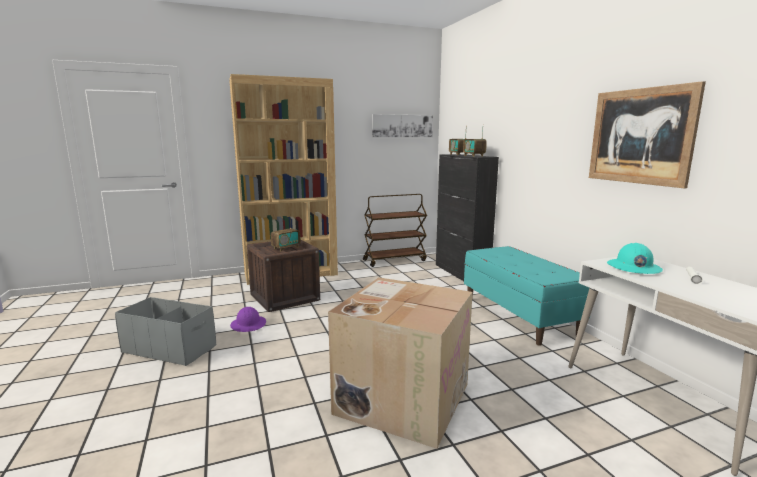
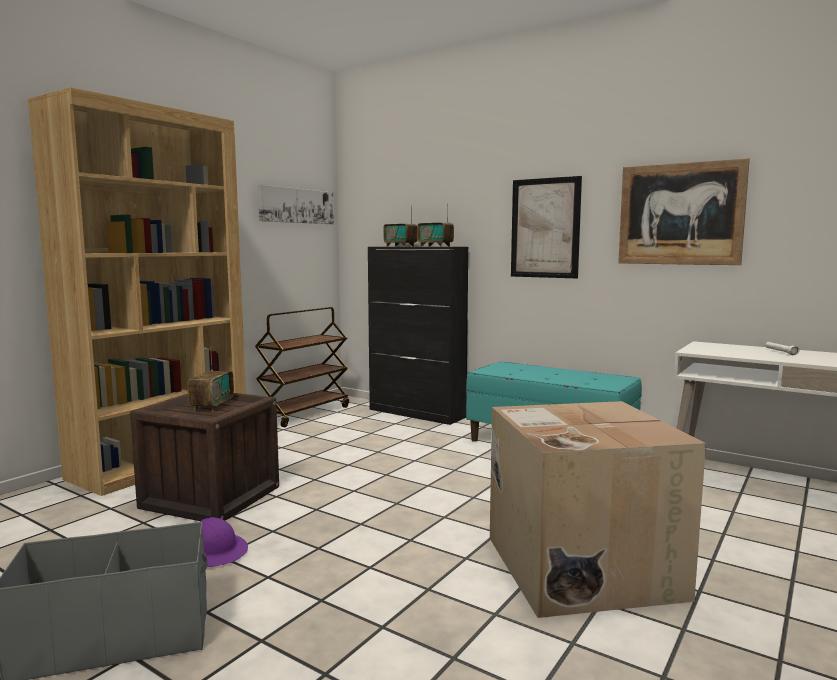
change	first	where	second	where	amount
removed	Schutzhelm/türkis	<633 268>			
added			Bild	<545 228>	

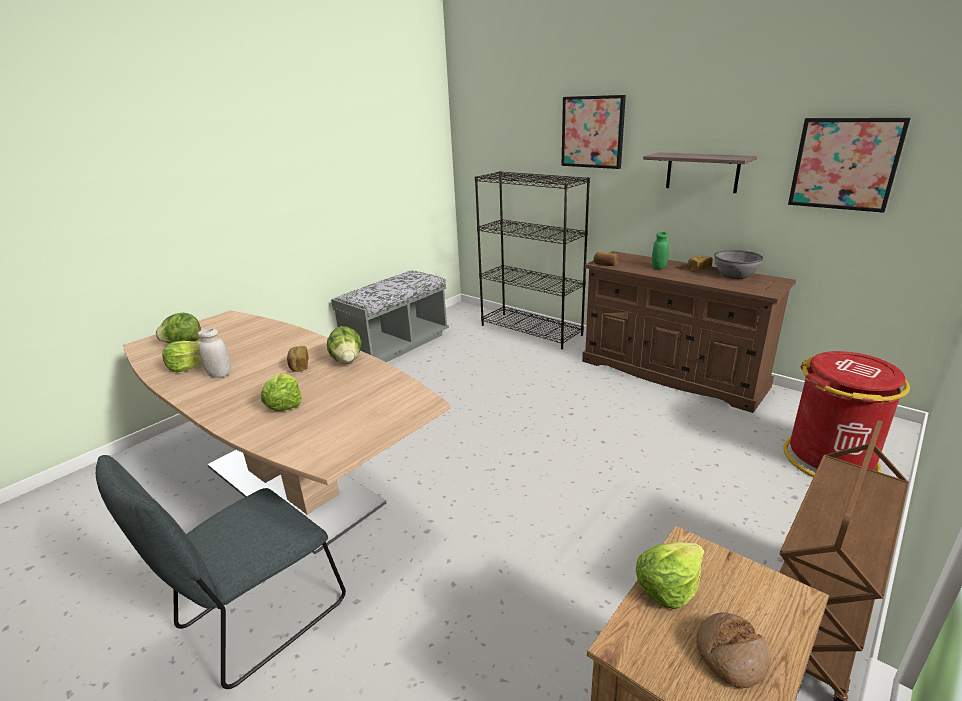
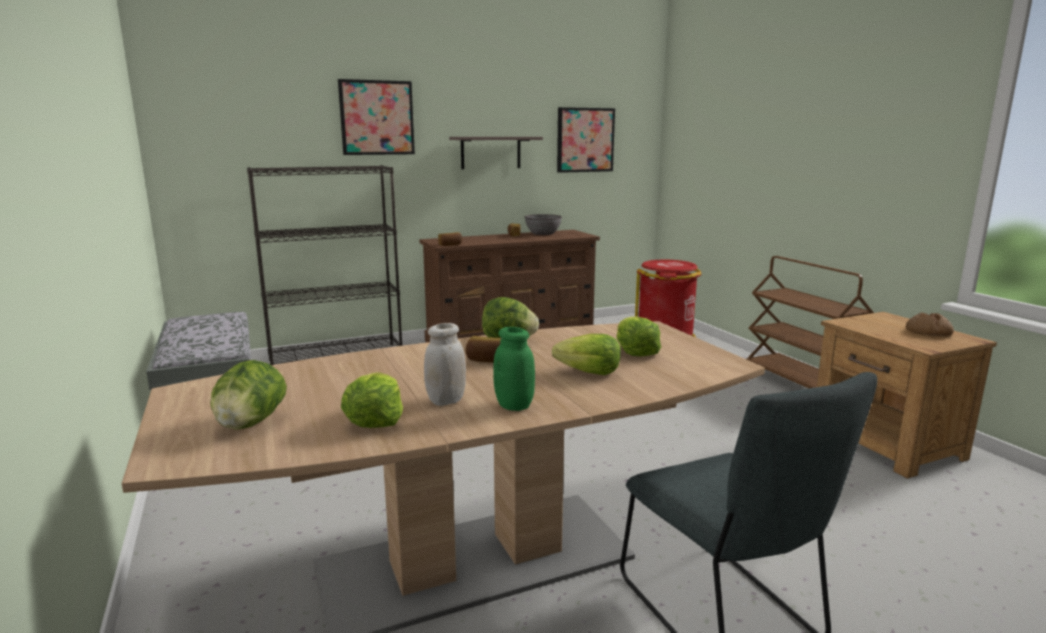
change	first	where	second	where	amount
moved	Salatkopf	<668 586>		<635 352>	
moved	Vorratsglas/grün	<659 267>		<514 405>	

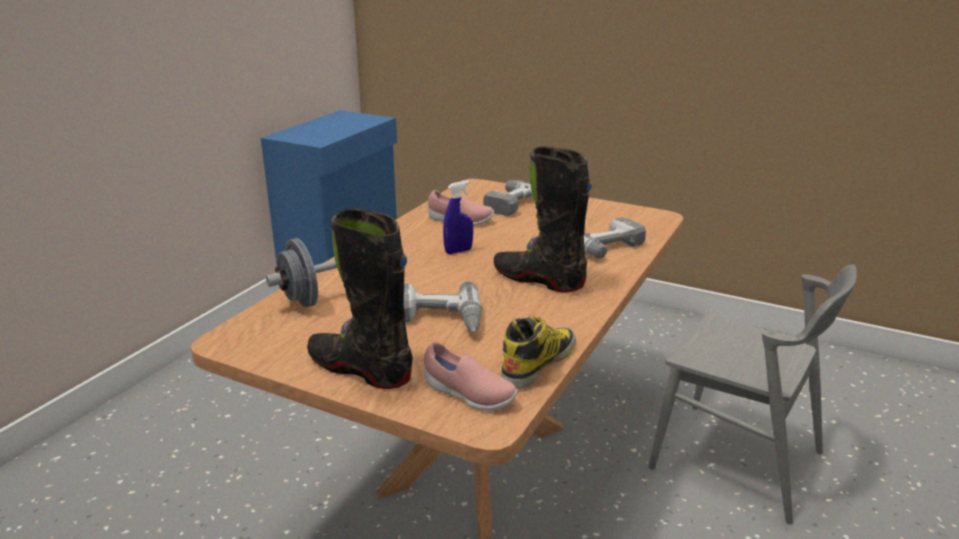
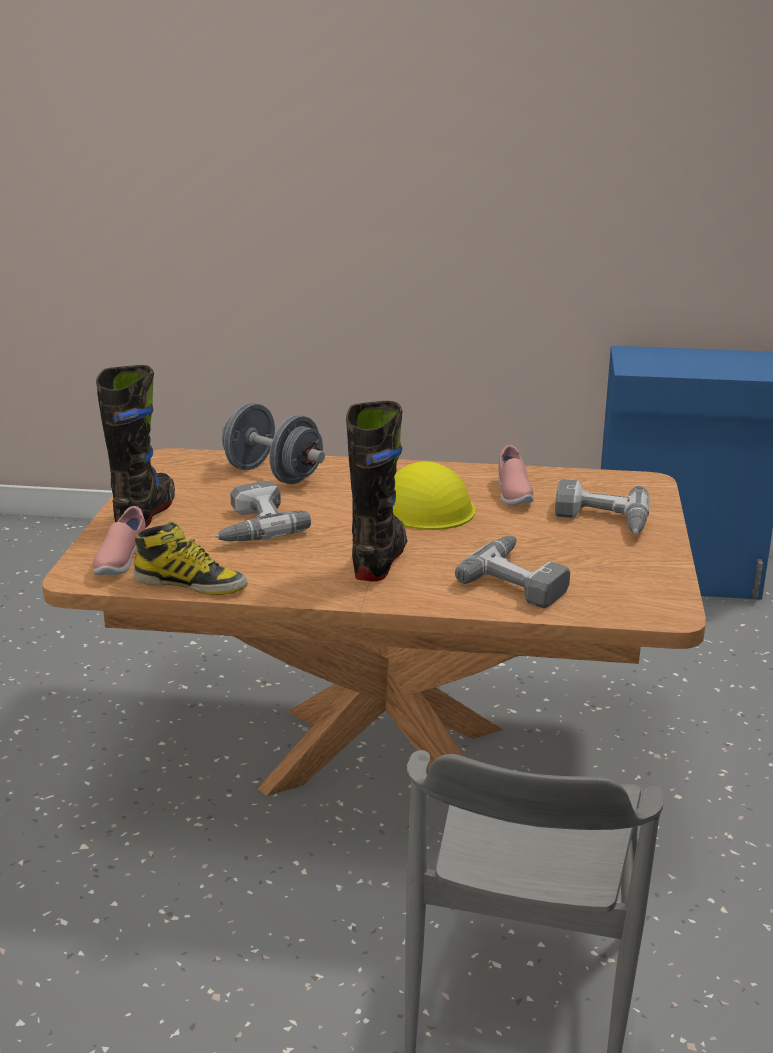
change	first	where	second	where	amount
replaced	Sprühflasche/blau	<458 251>	Schutzhelm/gelb	<422 507>	

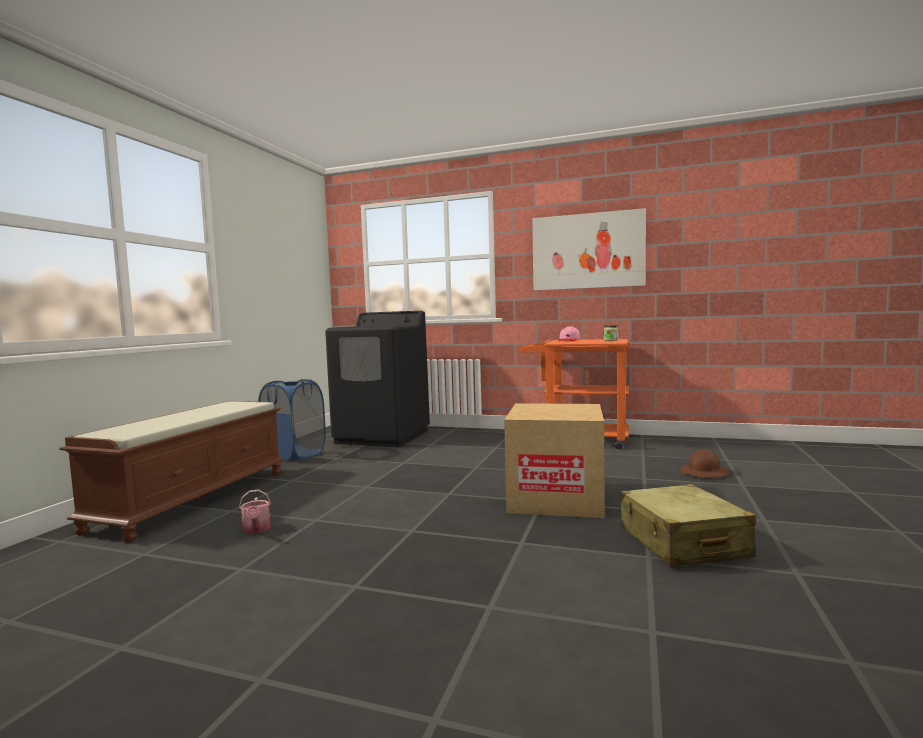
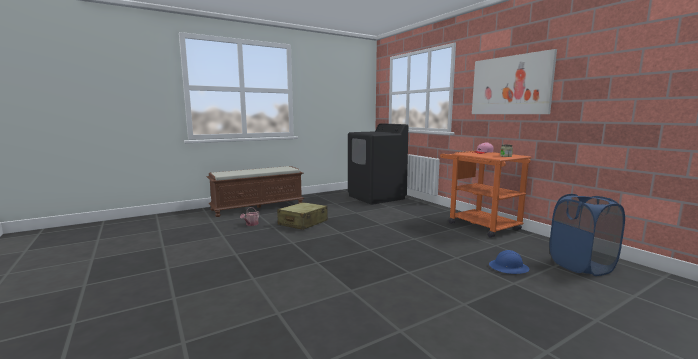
change	first	where	second	where	amount
removed	Karton	<556 498>			
moved	Wäschekorb/blau	<295 455>		<581 266>	
moved	Koffer/beige	<682 543>		<303 223>	
recoloured	Schutzhelm/braun	<704 472>	Schutzhelm/blau	<508 268>	

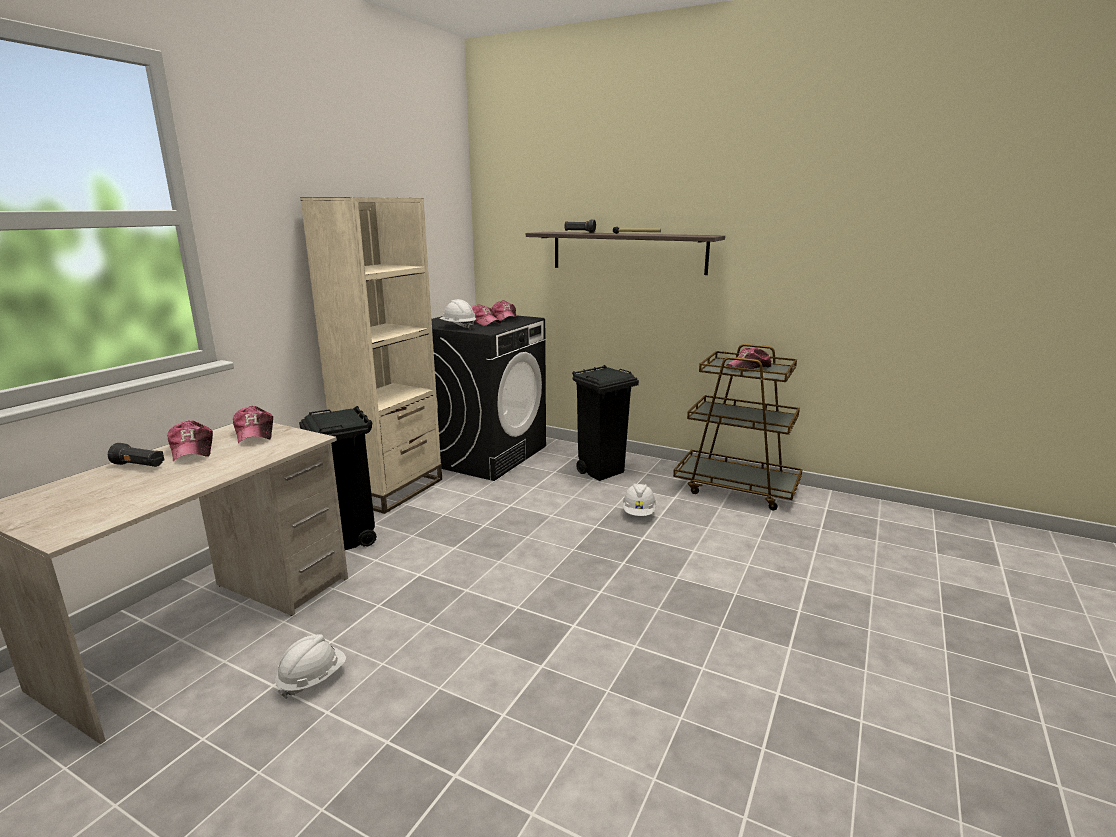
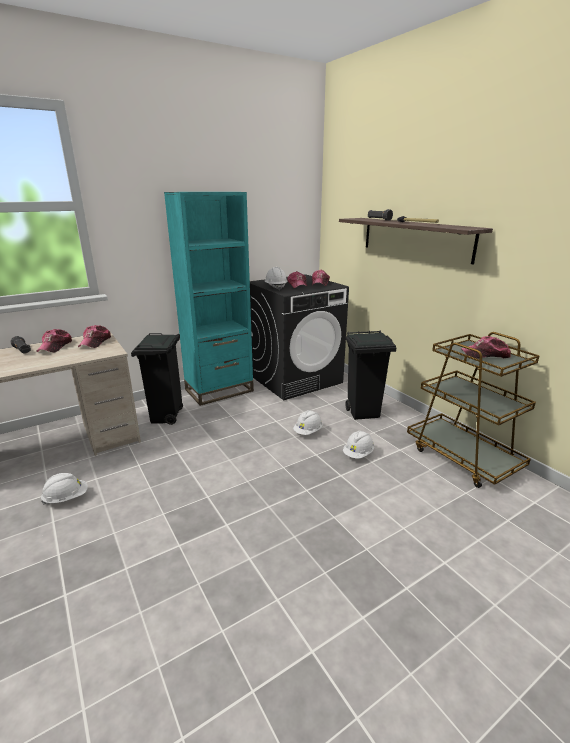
change	first	where	second	where	amount
added			Schutzhelm/weiß	<308 431>	
recoloured	Bücherregal/beige	<392 489>	Bücherregal/türkis	<219 390>	

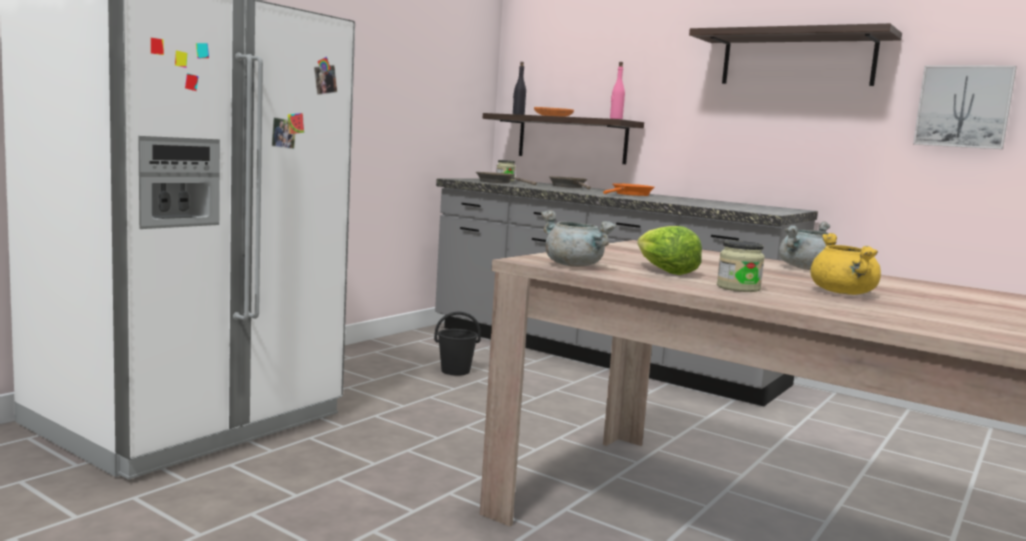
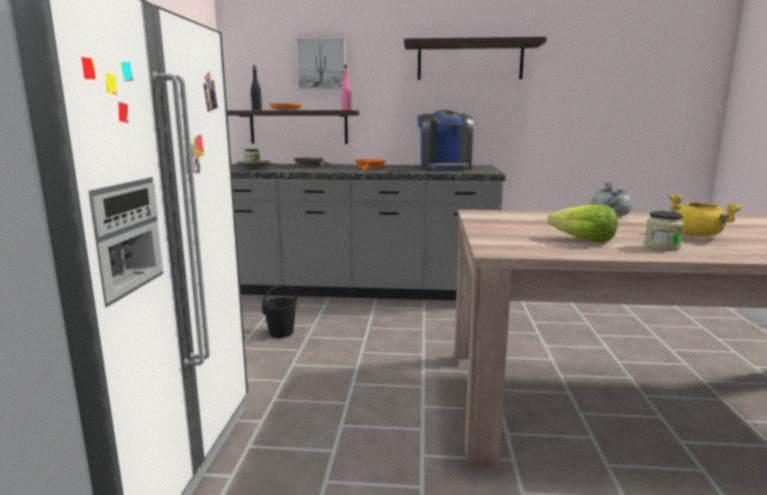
change	first	where	second	where	amount
removed	Kochtopf/grau	<575 266>			
added			Kaffeemaschine	<444 168>	
moved	Bild	<963 107>		<321 64>	

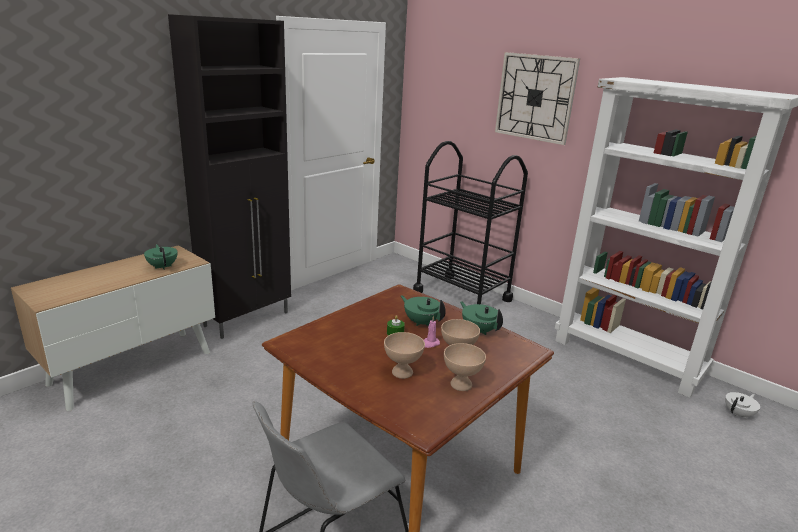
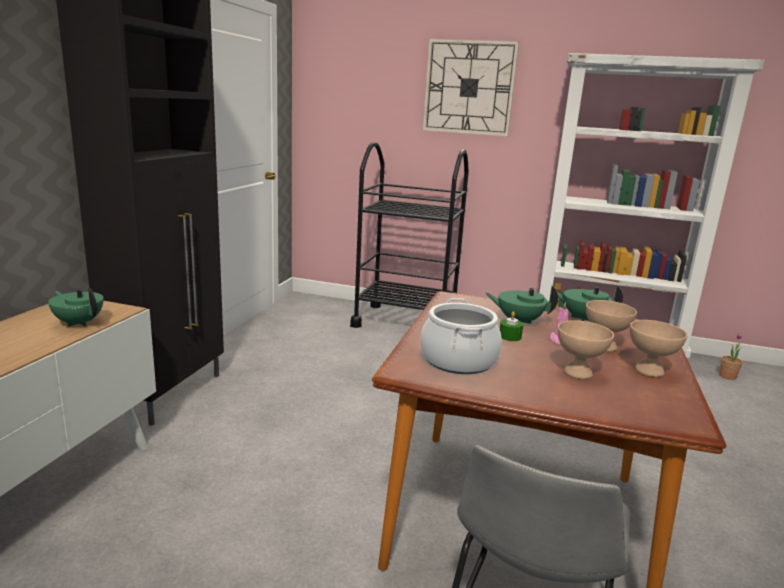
change	first	where	second	where	amount
added			Kochtopf	<458 360>	
replaced	Teekanne/weiß	<738 414>	Topfpflanze	<727 376>	

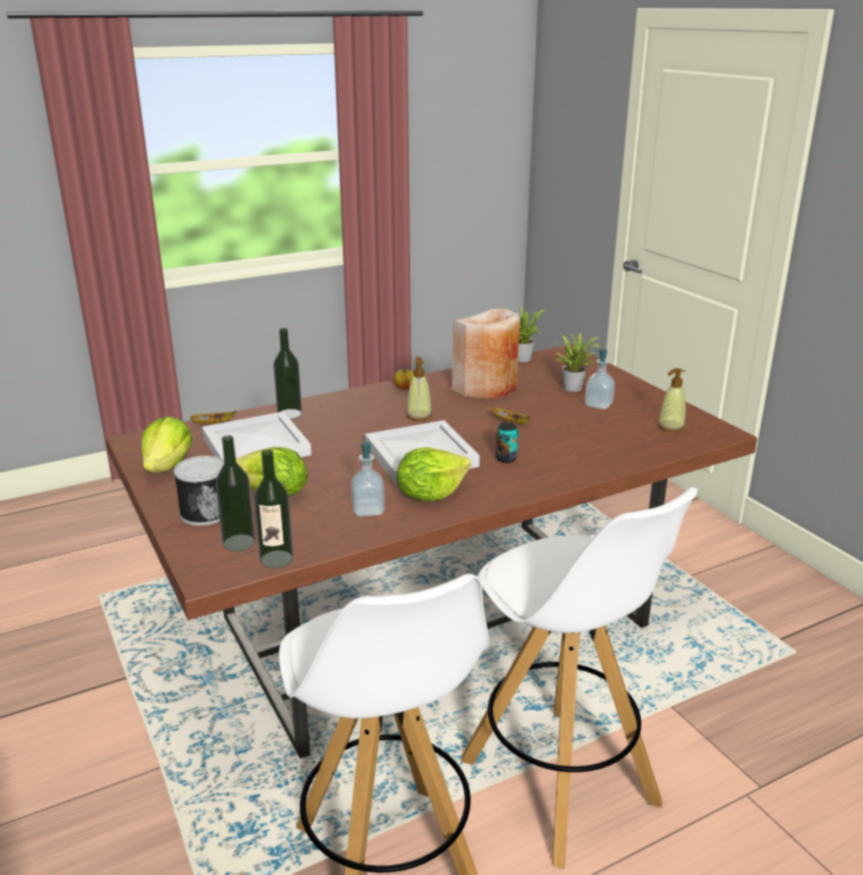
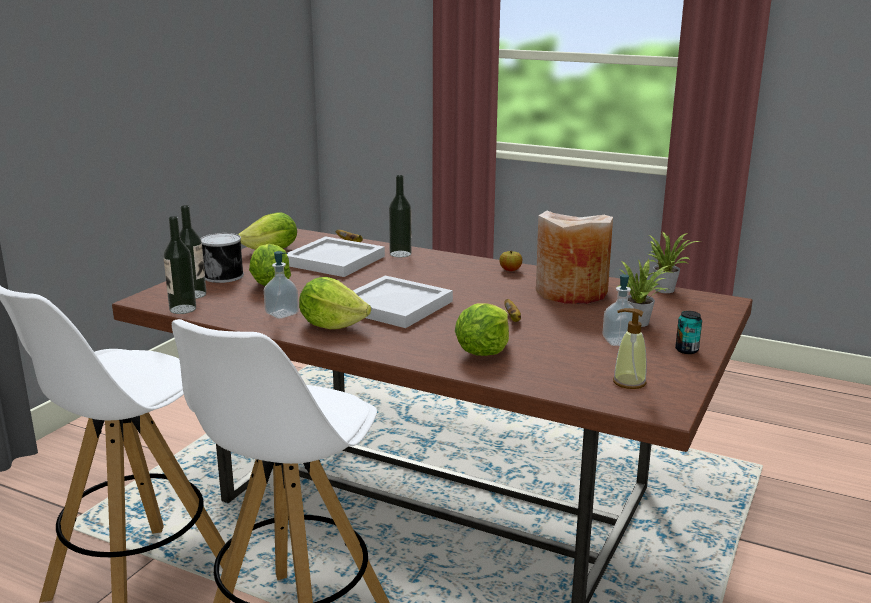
change	first	where	second	where	amount
removed	Seifenspender	<419 416>			
added			Salatkopf	<483 351>	
moved	Dose	<506 458>		<686 350>	

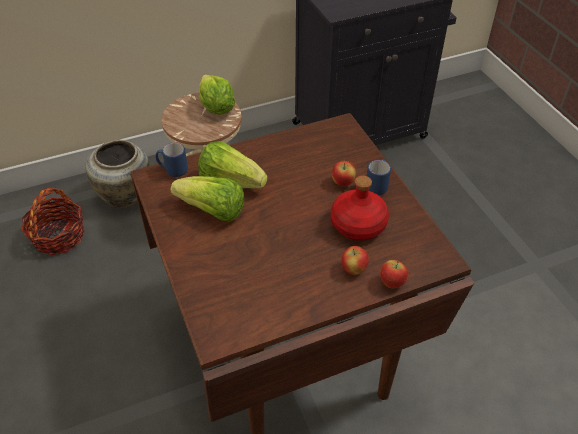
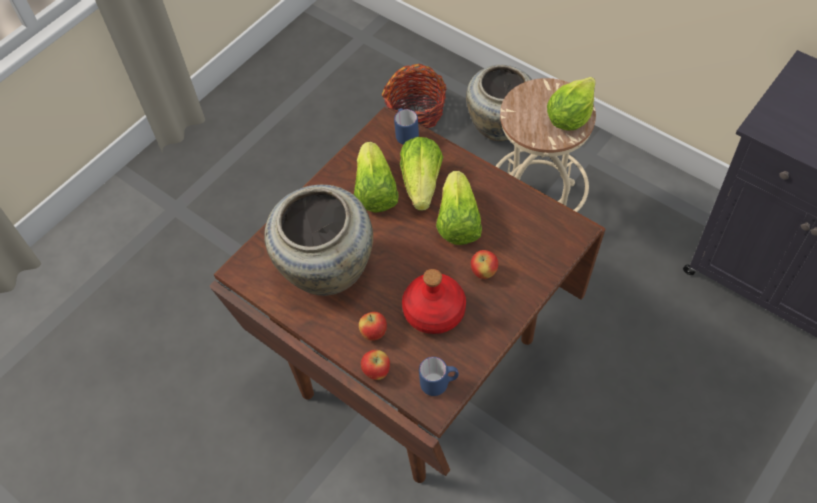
change	first	where	second	where	amount
added			Vase/beige	<326 272>	
added			Salatkopf	<458 222>	
moved	Henkelbecher/blau	<377 185>		<439 383>	

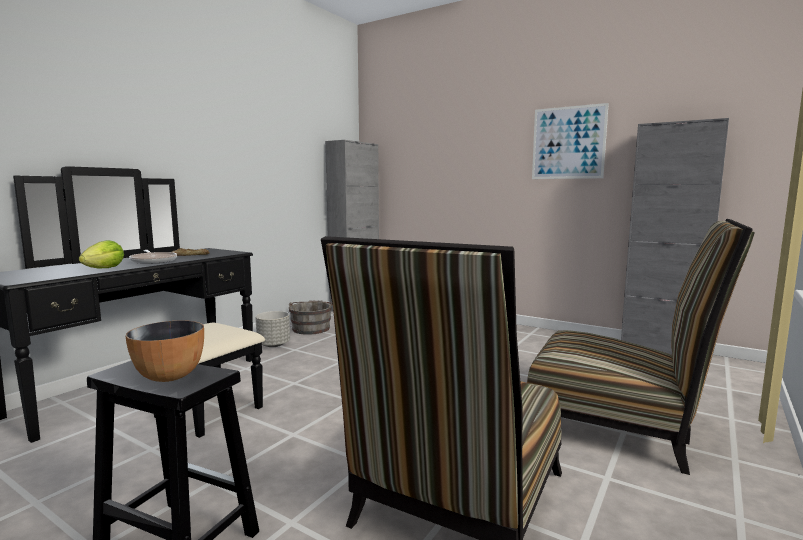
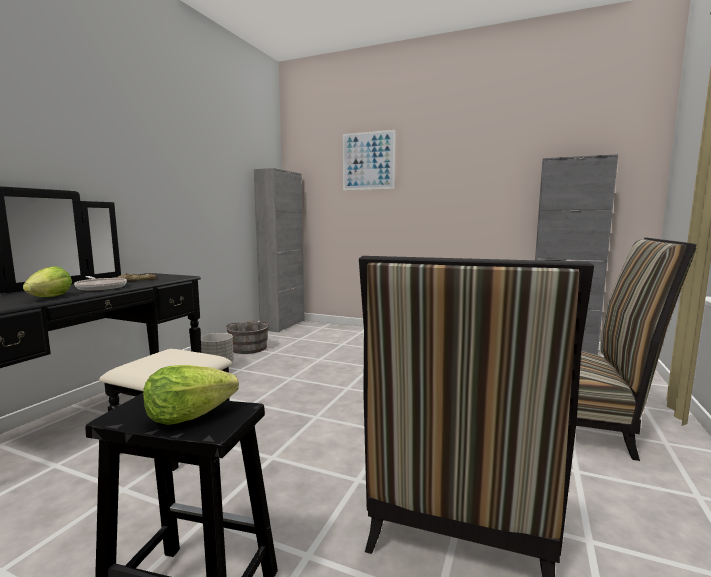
change	first	where	second	where	amount
moved	Bild	<568 143>		<368 161>	
replaced	Schüssel	<169 376>	Salatkopf	<188 416>	

